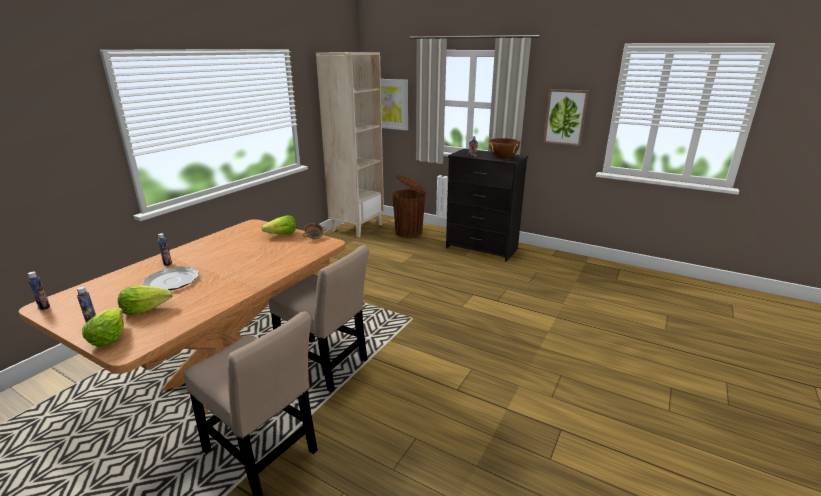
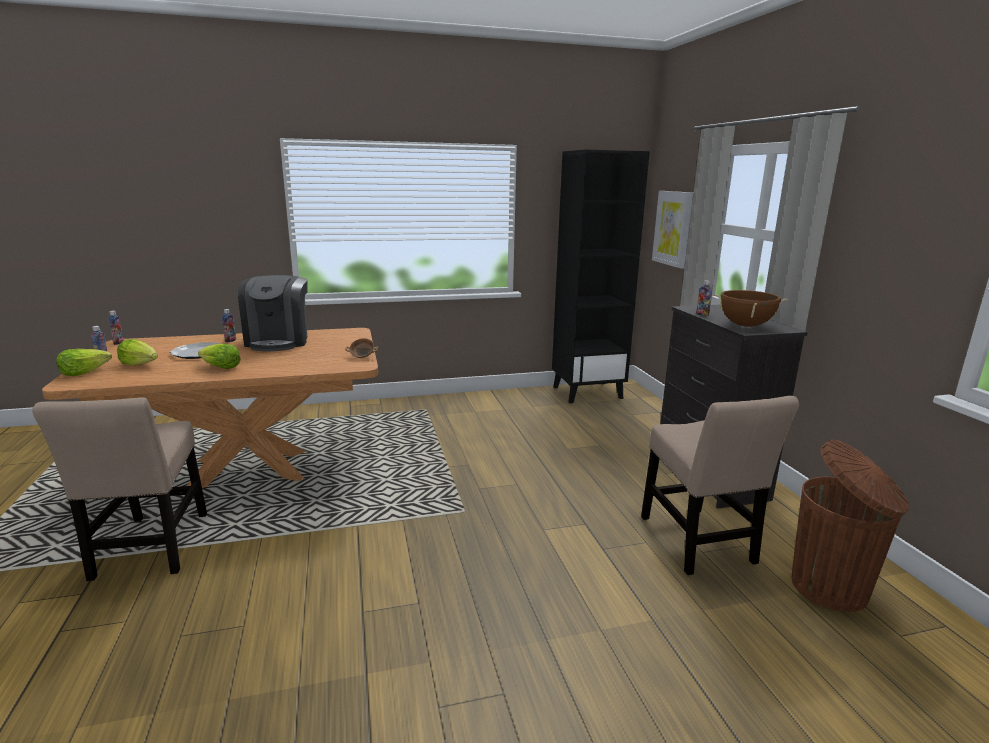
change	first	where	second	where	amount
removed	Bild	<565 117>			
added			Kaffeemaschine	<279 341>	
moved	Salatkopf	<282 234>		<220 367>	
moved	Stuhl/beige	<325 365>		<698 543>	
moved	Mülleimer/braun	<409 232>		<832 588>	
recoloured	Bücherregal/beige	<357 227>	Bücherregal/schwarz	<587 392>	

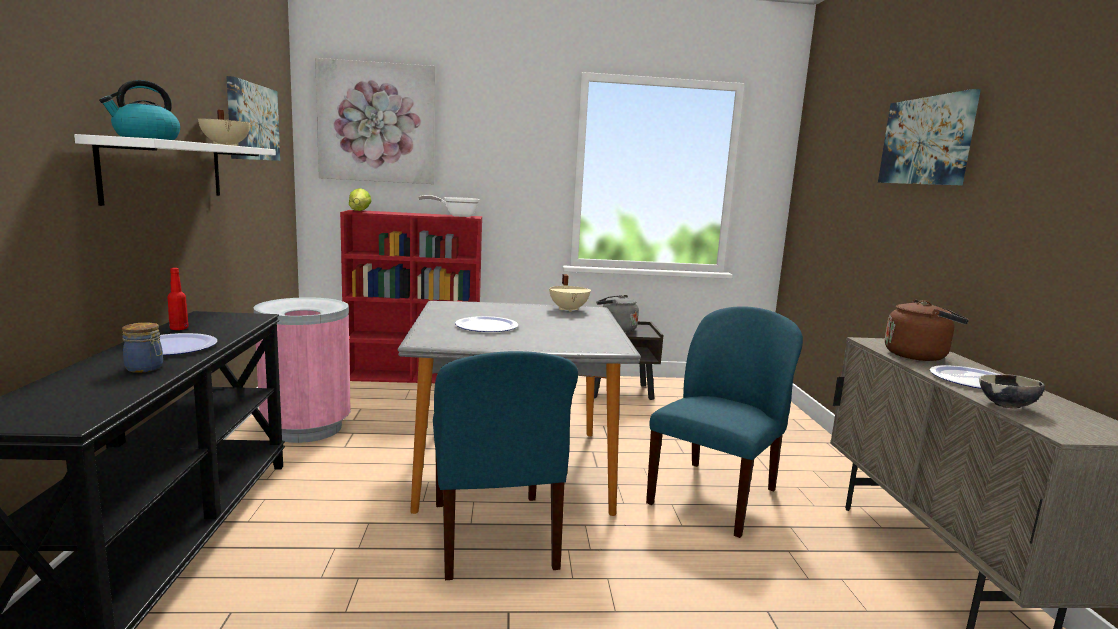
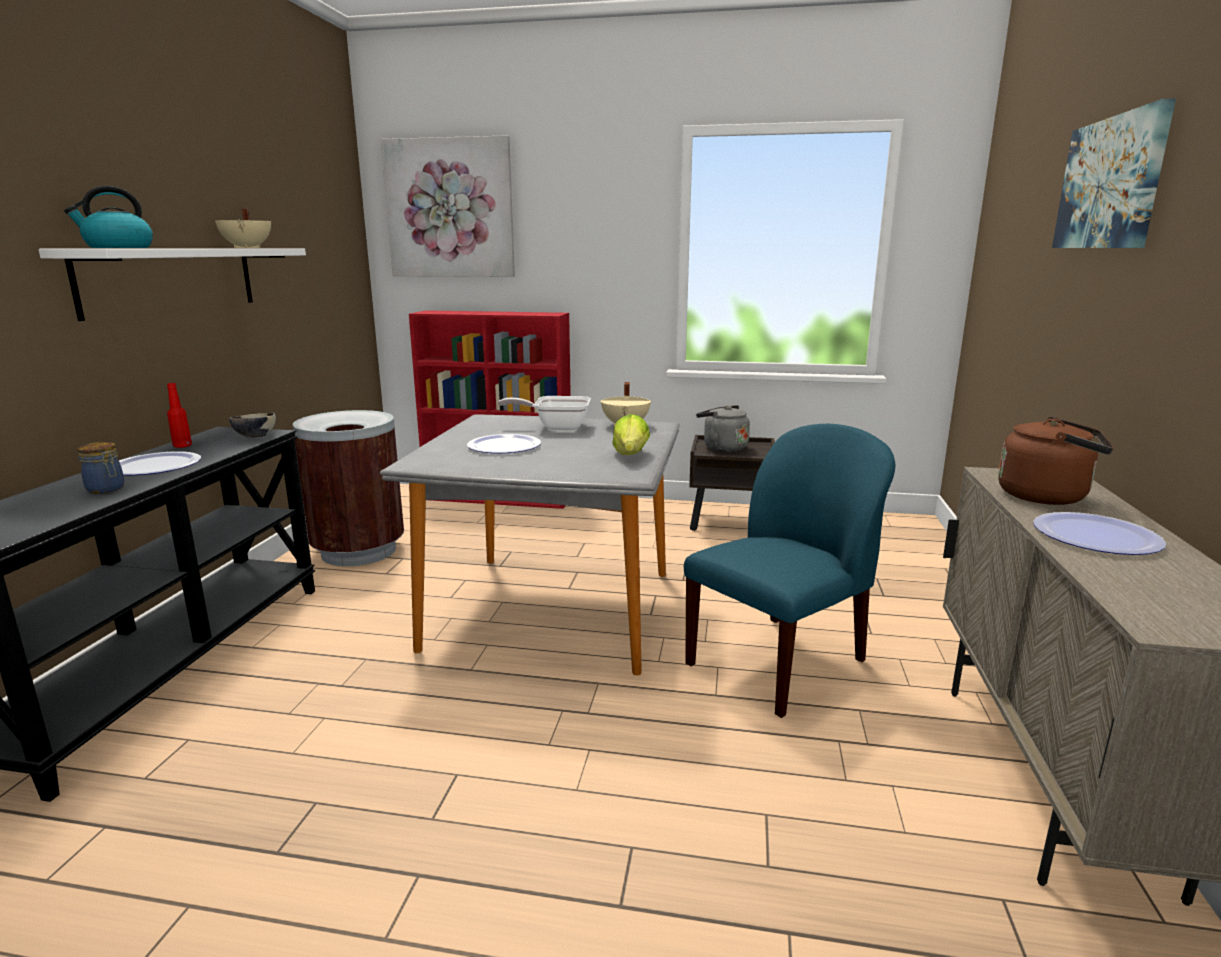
change	first	where	second	where	amount
removed	Bild	<252 122>			
removed	Stuhl/blau	<494 537>			
moved	Salatkopf	<359 211>		<630 455>	
moved	Pfanne	<456 216>		<556 427>	
moved	Schüssel	<1006 406>		<255 437>	
recoloured	Mülleimer/rosa	<306 428>	Mülleimer/braun	<359 551>	

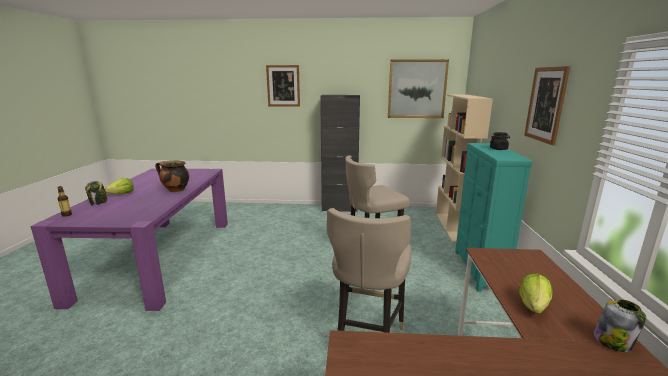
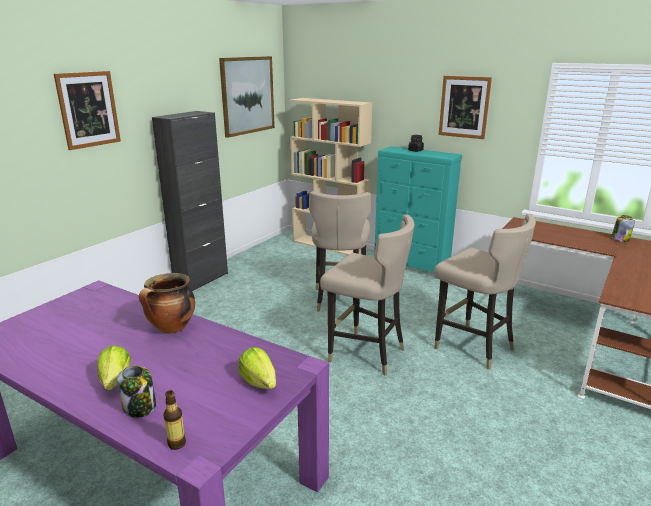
change	first	where	second	where	amount
added			Hocker/beige	<366 353>	
moved	Salatkopf	<534 306>		<259 382>	

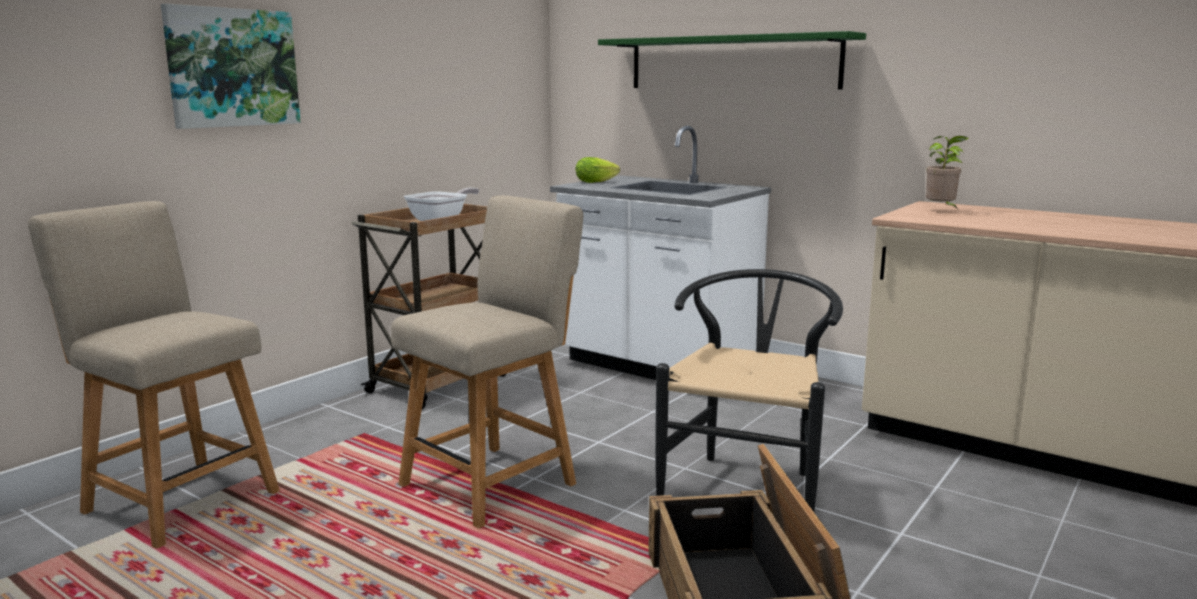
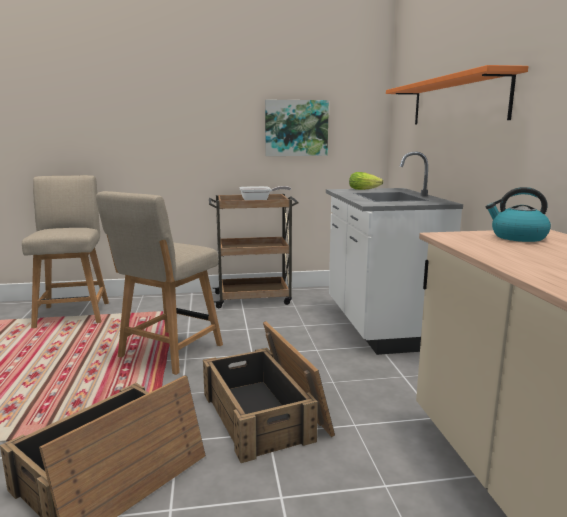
change	first	where	second	where	amount
moved	Bild	<232 68>		<296 128>	
replaced	Stuhl/schwarz	<747 485>	Kiste	<266 414>	
replaced	Topfpflanze	<941 210>	Wasserkessel	<517 237>	
recoloured	Wandregal/grün	<731 63>	Wandregal/orange	<456 101>	
turned	Stuhl/beige	<494 482>		<168 353>	120 degrees clockwise

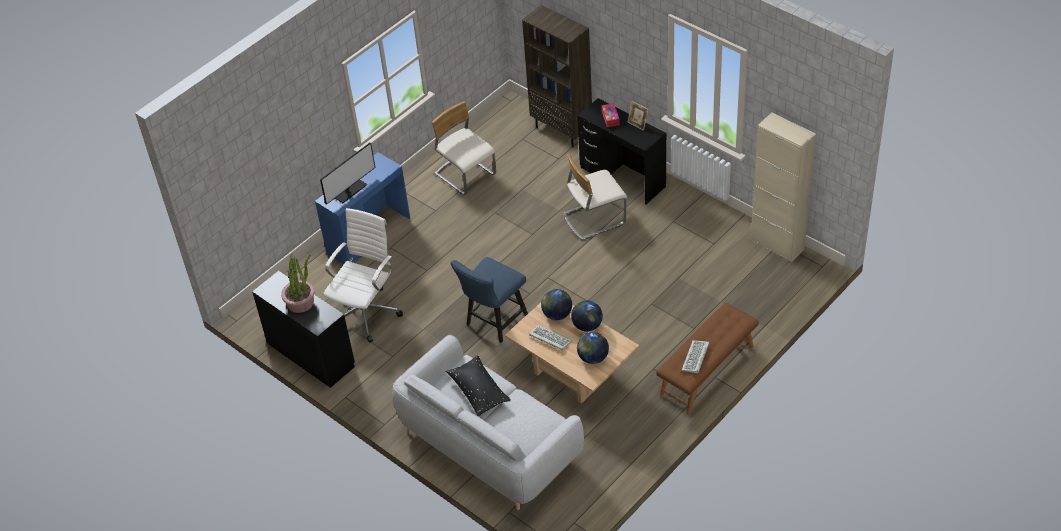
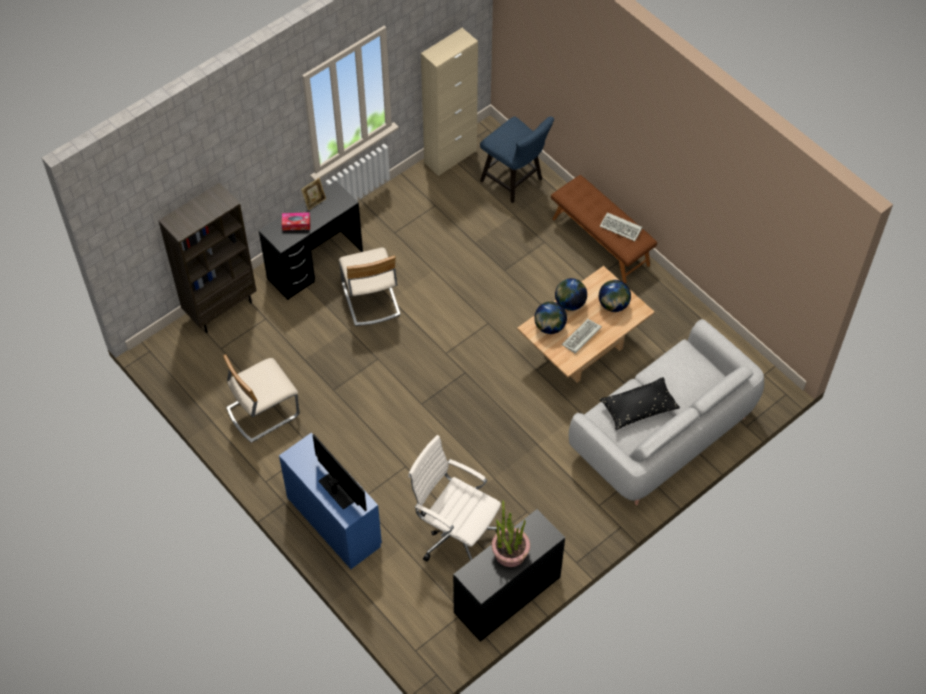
change	first	where	second	where	amount
moved	Stuhl/blau	<494 323>		<515 182>	

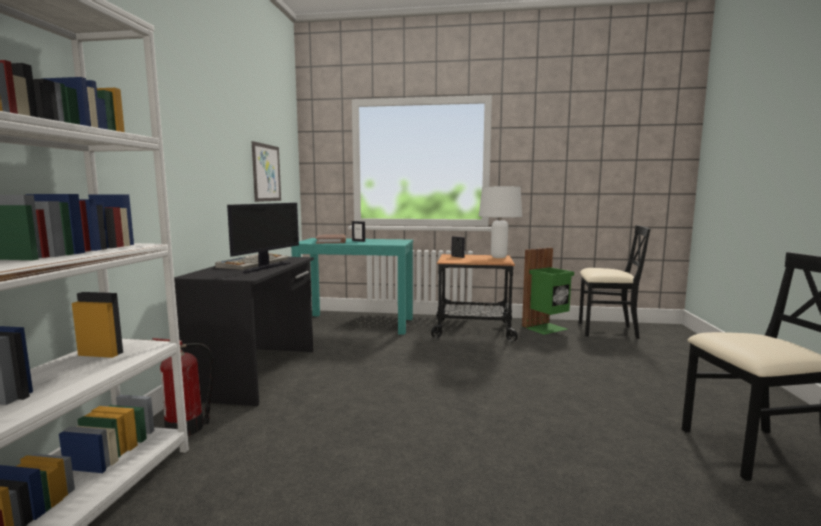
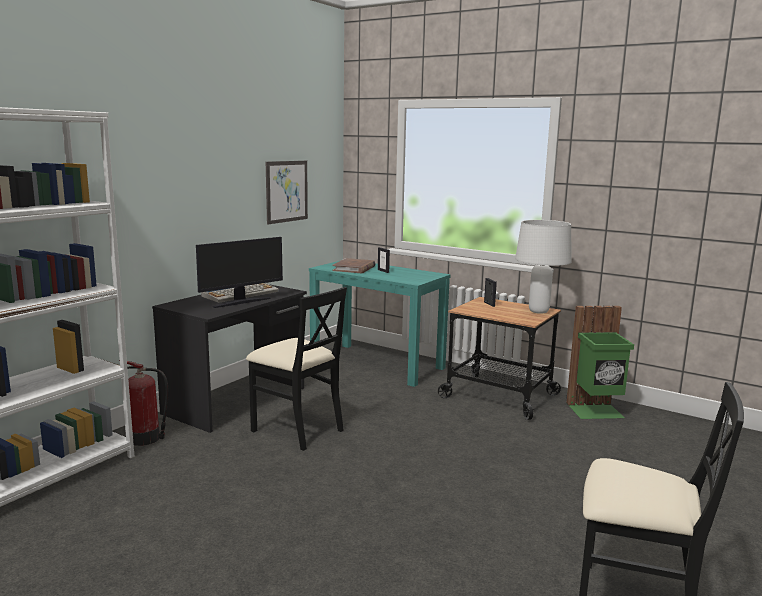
change	first	where	second	where	amount
moved	Stuhl/schwarz	<606 330>		<297 429>	

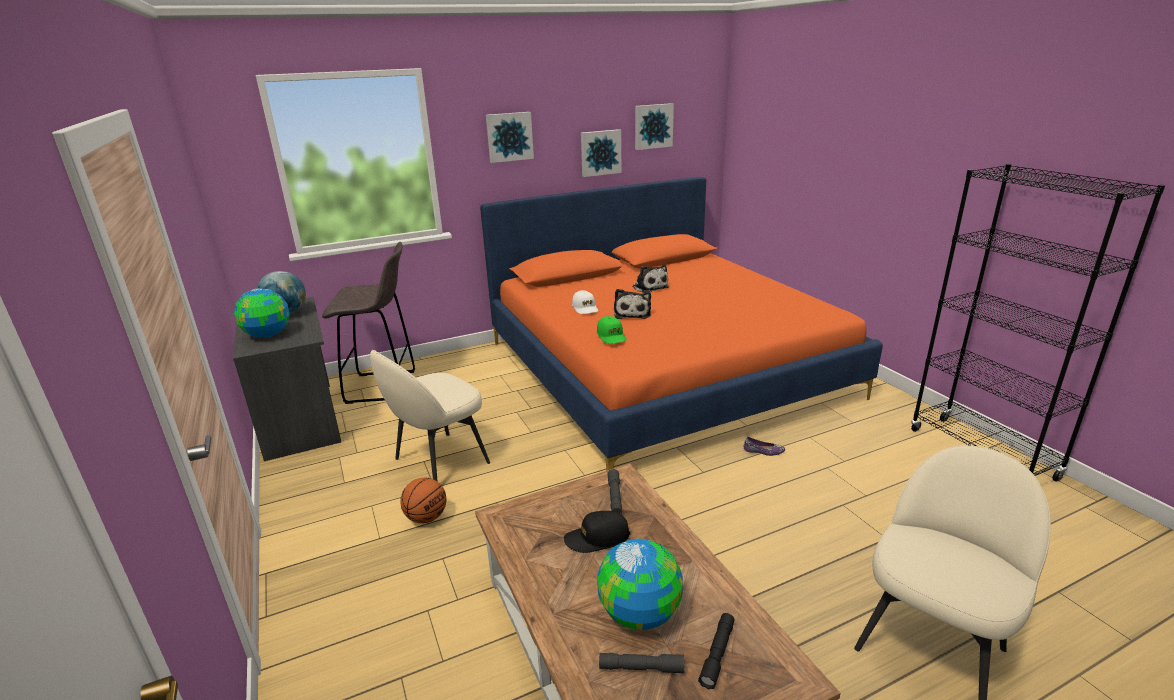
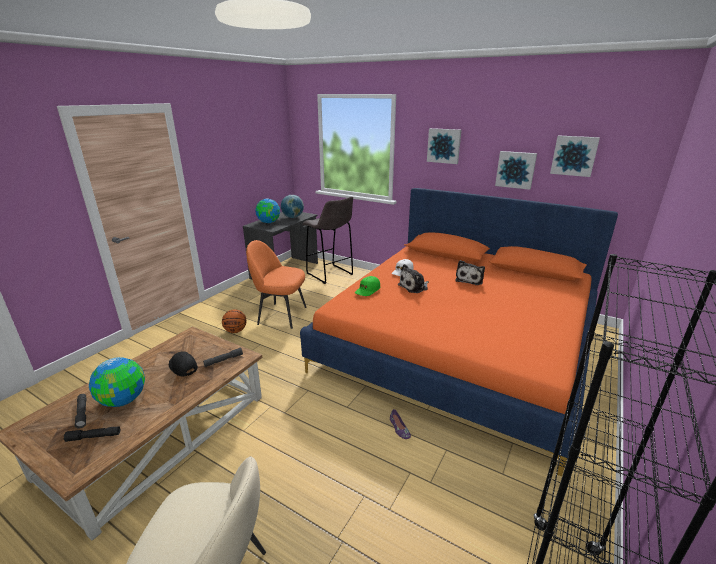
change	first	where	second	where	amount
recoloured	Stuhl/beige	<439 462>	Stuhl/orange	<281 315>	

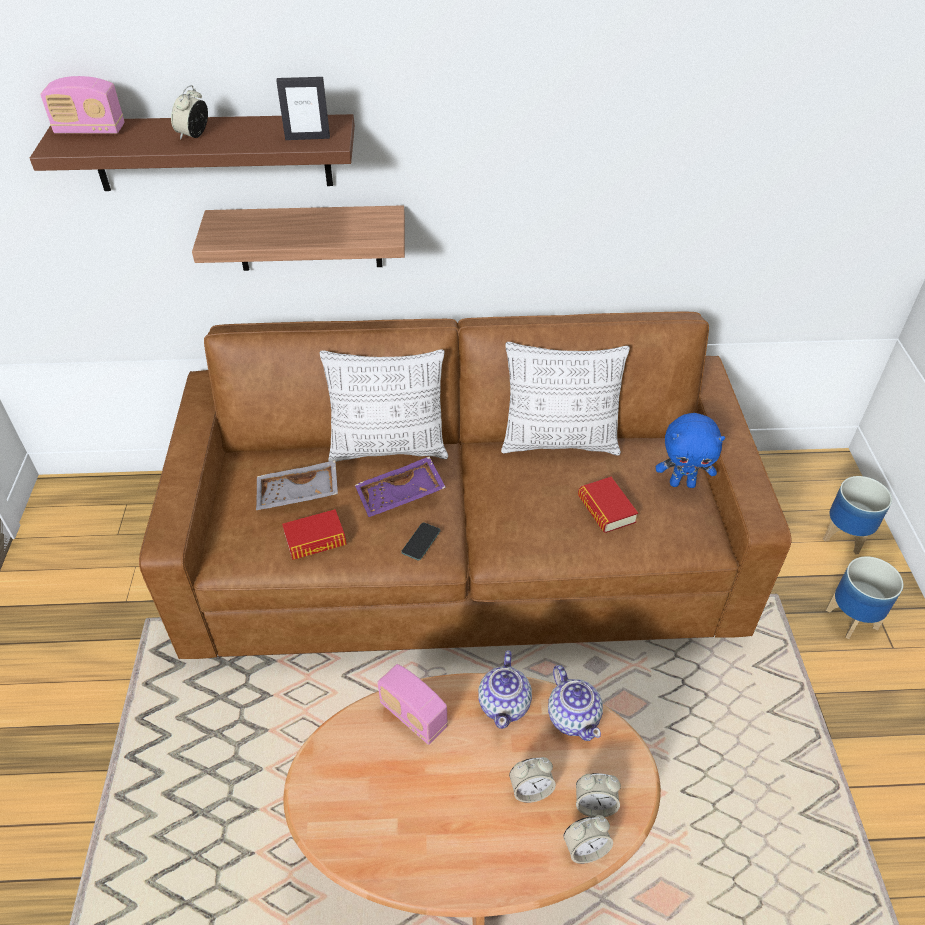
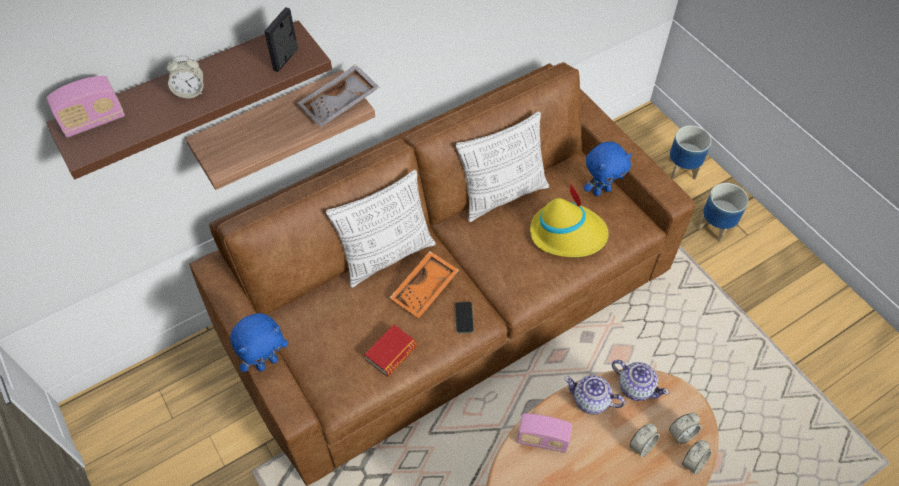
change	first	where	second	where	amount
added			Plüschtier/blau	<267 362>	
moved	Tablett/grau	<298 494>		<340 104>	
replaced	Buch	<606 509>	Hut/gelb	<568 233>	
recoloured	Tablett/lila	<401 495>	Tablett/orange	<425 289>	
turned	Wecker	<194 135>		<190 92>	90 degrees counterclockwise
turned	Bilderrahmen	<307 137>		<286 59>	150 degrees clockwise
turned	Teekanne	<505 704>		<591 401>	135 degrees clockwise

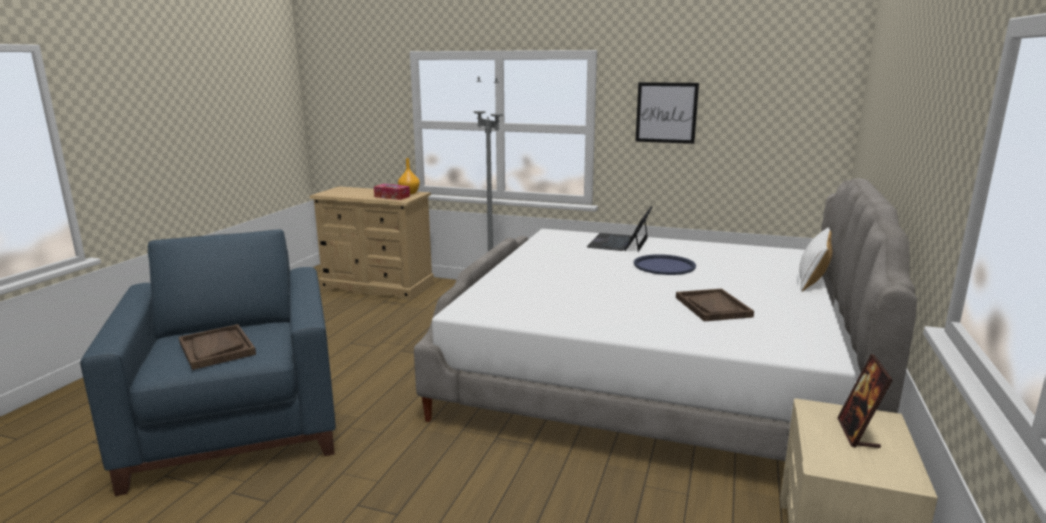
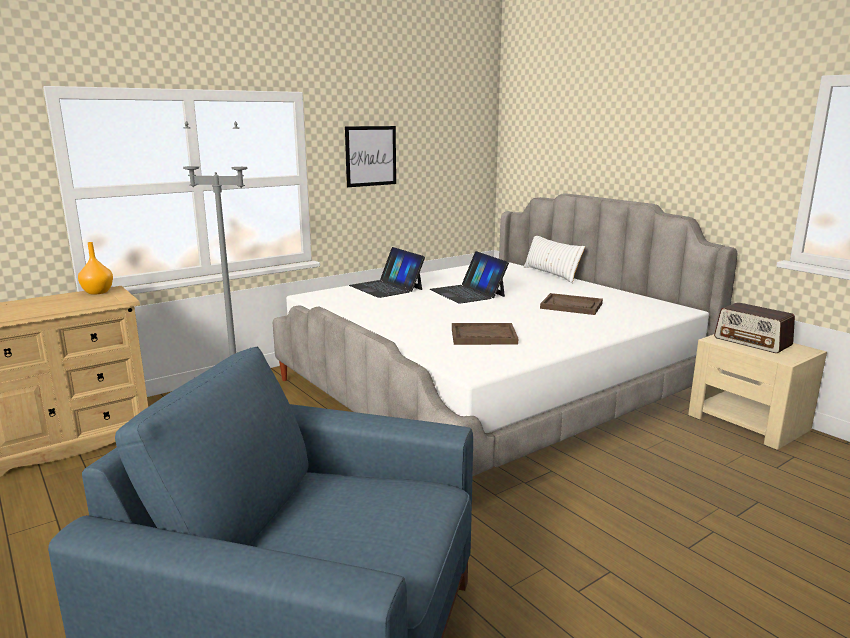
change	first	where	second	where	amount
removed	Taschentuchbox	<392 197>			
moved	Tablett/braun	<216 348>		<483 336>	
replaced	Tablett/blau	<664 266>	Laptop	<467 293>	
replaced	Bilderrahmen	<858 433>	Radio	<752 342>	

